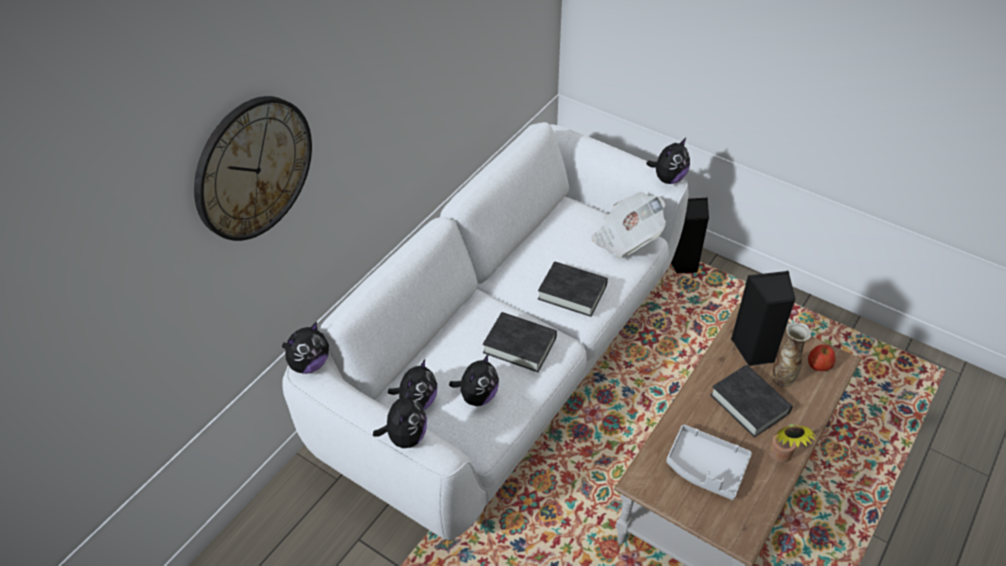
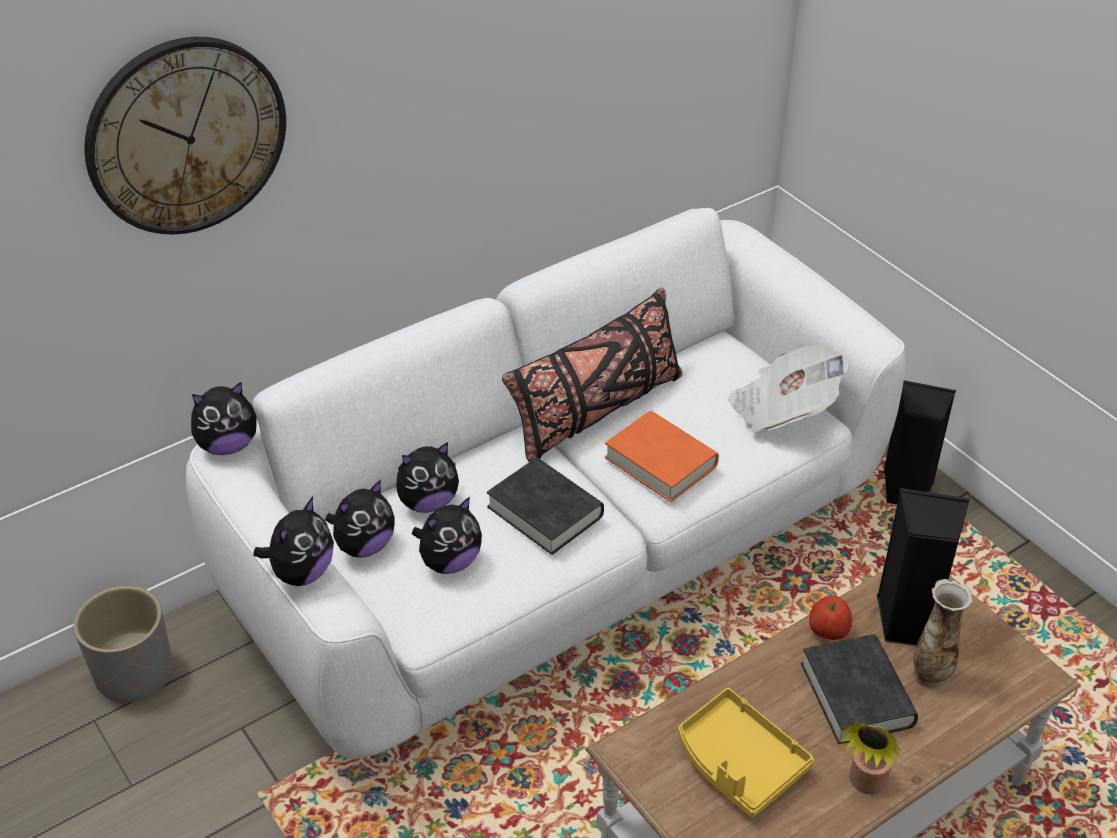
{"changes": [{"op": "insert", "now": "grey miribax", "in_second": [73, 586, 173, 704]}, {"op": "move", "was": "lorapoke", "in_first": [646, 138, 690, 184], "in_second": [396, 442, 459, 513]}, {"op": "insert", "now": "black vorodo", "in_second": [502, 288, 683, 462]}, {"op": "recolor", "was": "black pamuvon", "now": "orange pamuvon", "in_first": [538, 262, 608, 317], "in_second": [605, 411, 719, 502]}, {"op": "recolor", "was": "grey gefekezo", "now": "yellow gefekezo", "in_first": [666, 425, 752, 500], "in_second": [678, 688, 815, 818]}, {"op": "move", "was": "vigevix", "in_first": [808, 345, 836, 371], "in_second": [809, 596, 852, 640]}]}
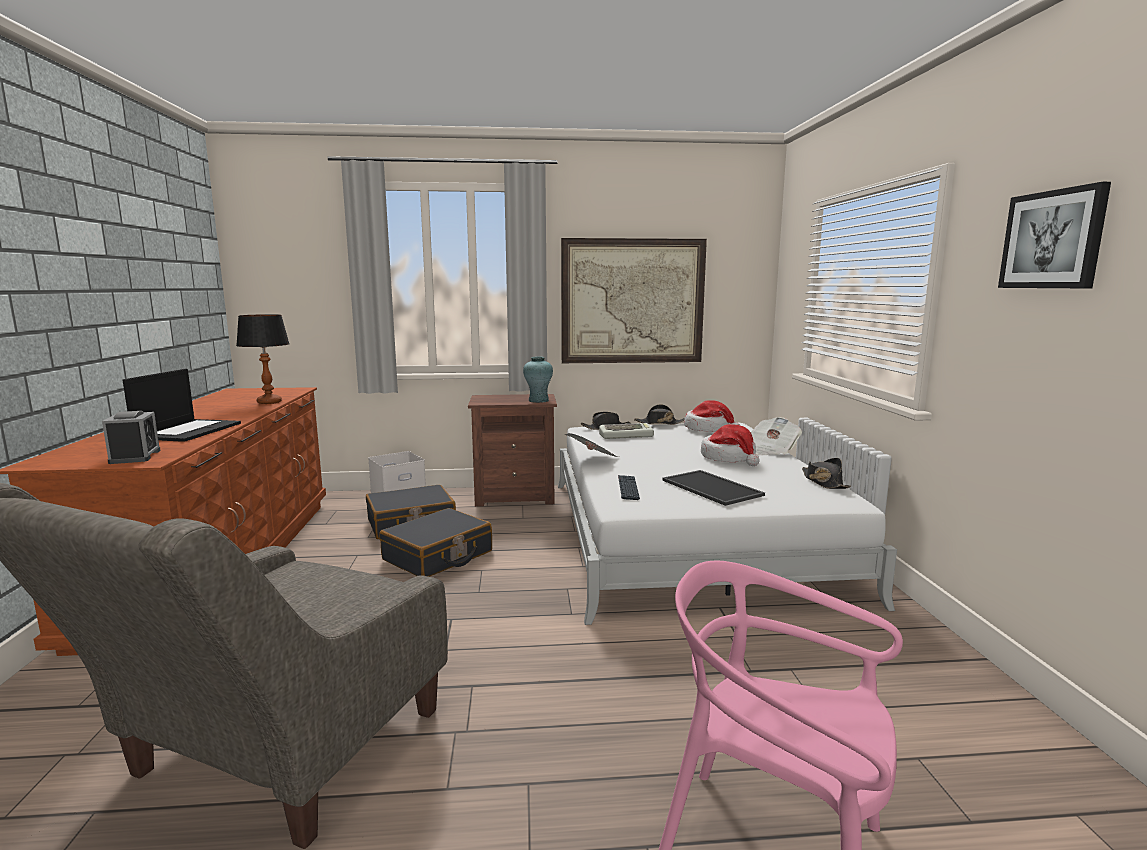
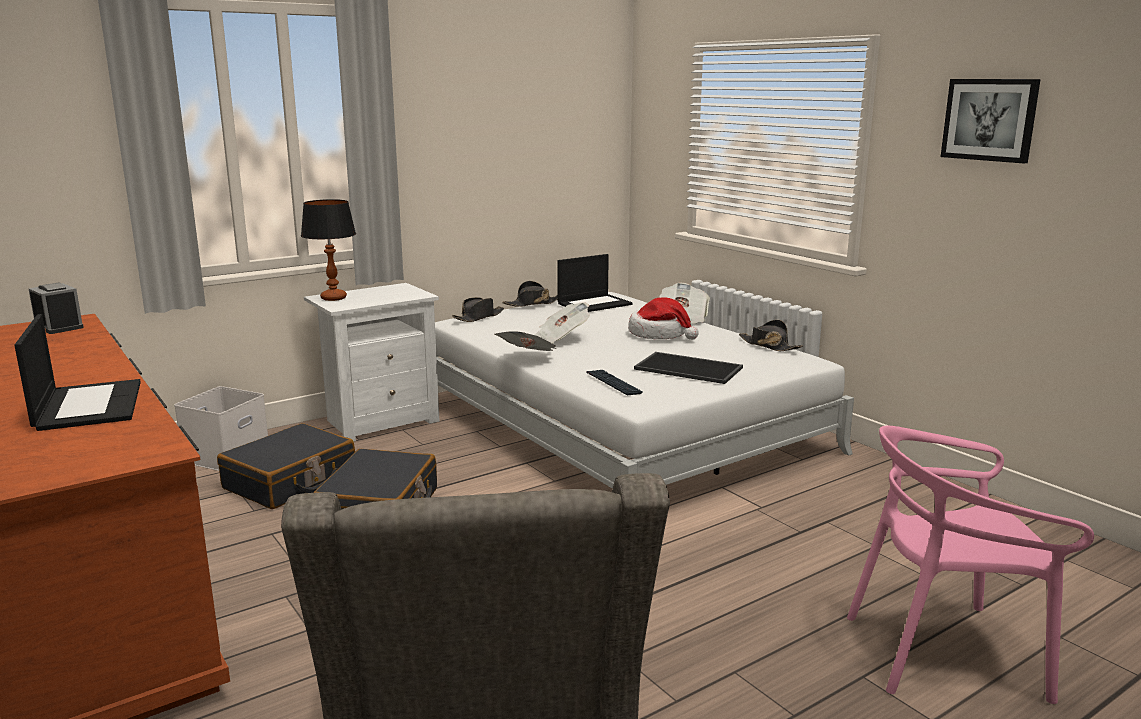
{"changes": [{"op": "move", "was": "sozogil", "in_first": [102, 411, 161, 464], "in_second": [28, 283, 84, 334]}, {"op": "move", "was": "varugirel", "in_first": [236, 314, 290, 404], "in_second": [301, 199, 356, 301]}, {"op": "recolor", "was": "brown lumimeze", "now": "white lumimeze", "in_first": [468, 394, 557, 507], "in_second": [304, 283, 440, 442]}, {"op": "insert", "now": "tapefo", "in_second": [535, 302, 590, 344]}, {"op": "replace", "was": "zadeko", "now": "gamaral", "in_first": [684, 400, 740, 432], "in_second": [557, 254, 633, 312]}, {"op": "delete", "was": "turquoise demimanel", "in_first": [523, 357, 553, 403]}, {"op": "delete", "was": "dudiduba", "in_first": [561, 238, 707, 363]}, {"op": "delete", "was": "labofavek", "in_first": [599, 423, 654, 439]}]}
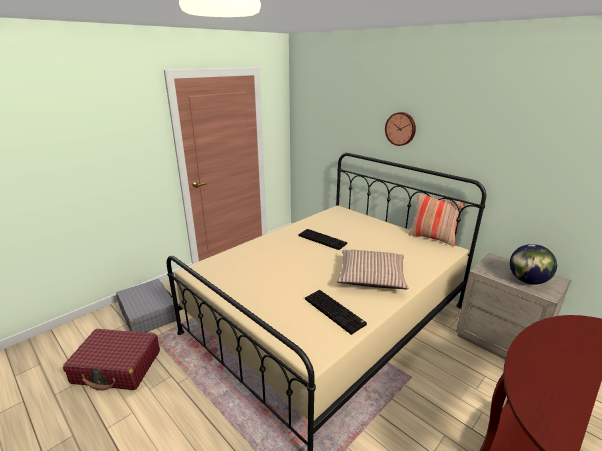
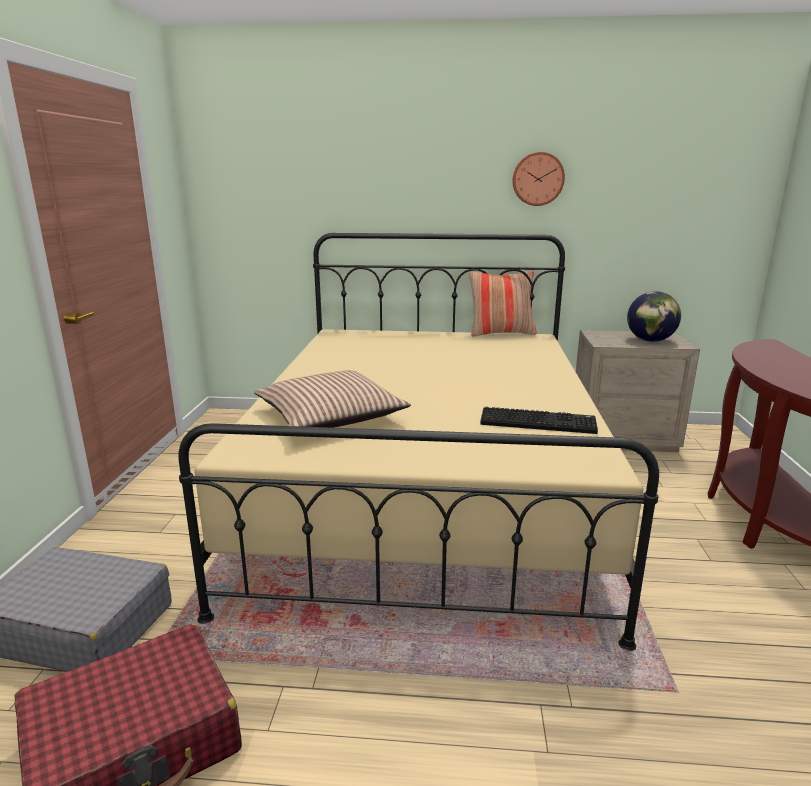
{"changes": [{"op": "move", "was": "vorodo", "in_first": [336, 250, 409, 289], "in_second": [254, 370, 411, 428]}, {"op": "move", "was": "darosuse", "in_first": [385, 112, 416, 146], "in_second": [512, 152, 565, 206]}, {"op": "delete", "was": "labofavek", "in_first": [299, 229, 347, 250]}]}
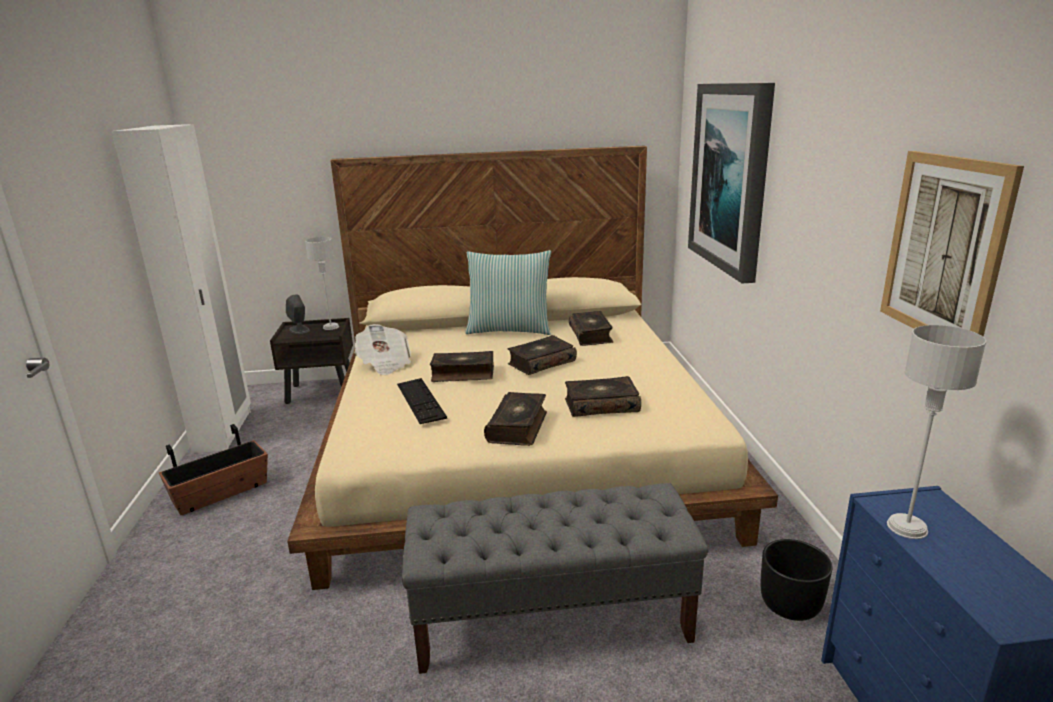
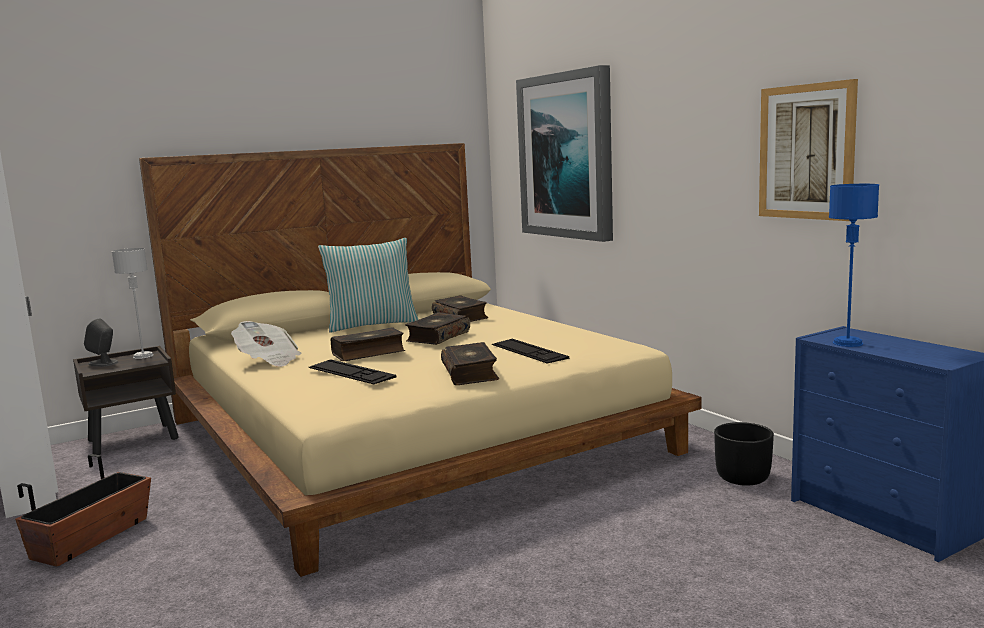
{"changes": [{"op": "replace", "was": "pamuvon", "now": "labofavek", "in_first": [565, 376, 641, 417], "in_second": [492, 339, 569, 364]}, {"op": "recolor", "was": "grey varugirel", "now": "blue varugirel", "in_first": [887, 325, 986, 539], "in_second": [829, 184, 879, 347]}, {"op": "delete", "was": "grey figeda", "in_first": [402, 483, 708, 674]}]}
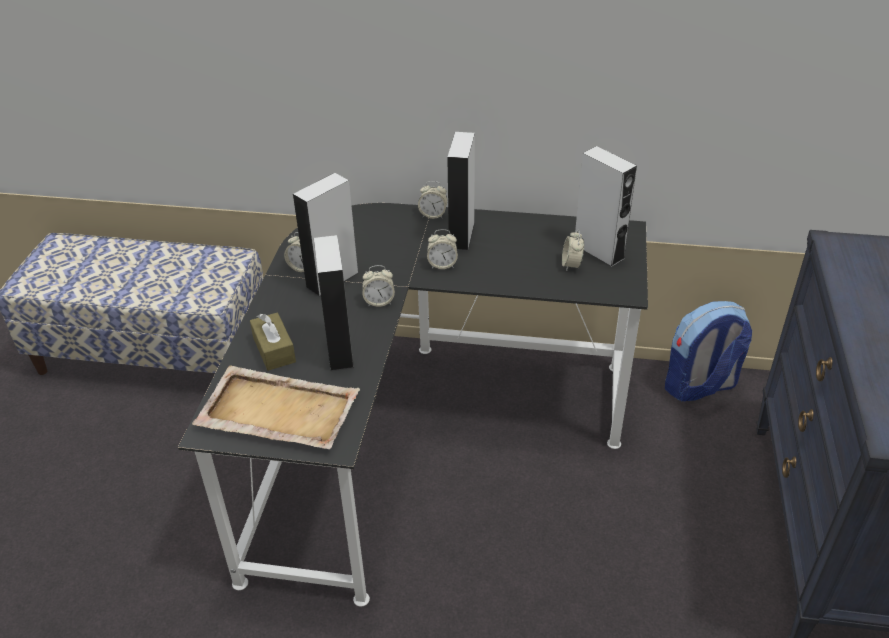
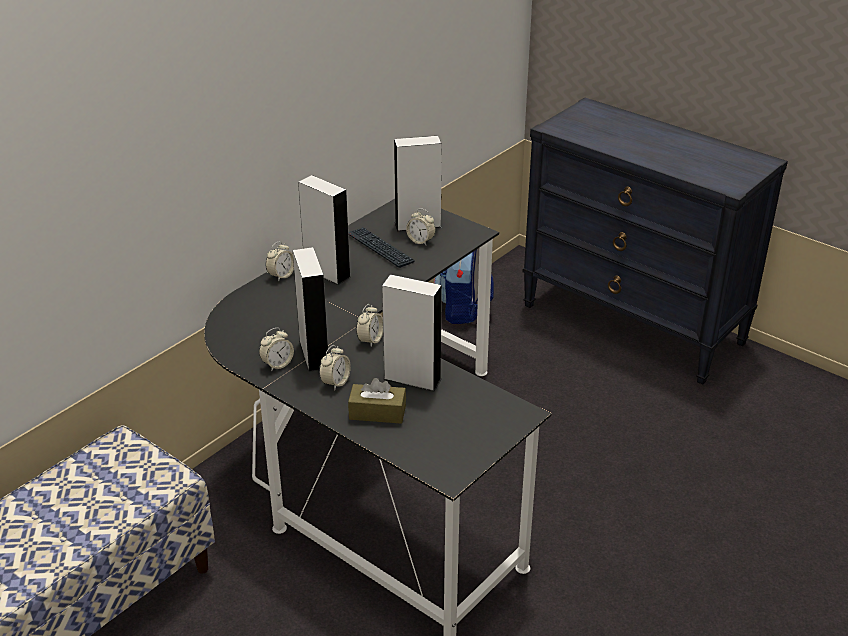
{"changes": [{"op": "move", "was": "sozogil", "in_first": [427, 229, 458, 269], "in_second": [319, 345, 351, 390]}, {"op": "insert", "now": "labofavek", "in_second": [348, 227, 415, 268]}, {"op": "delete", "was": "beige gefekezo", "in_first": [192, 366, 360, 449]}]}
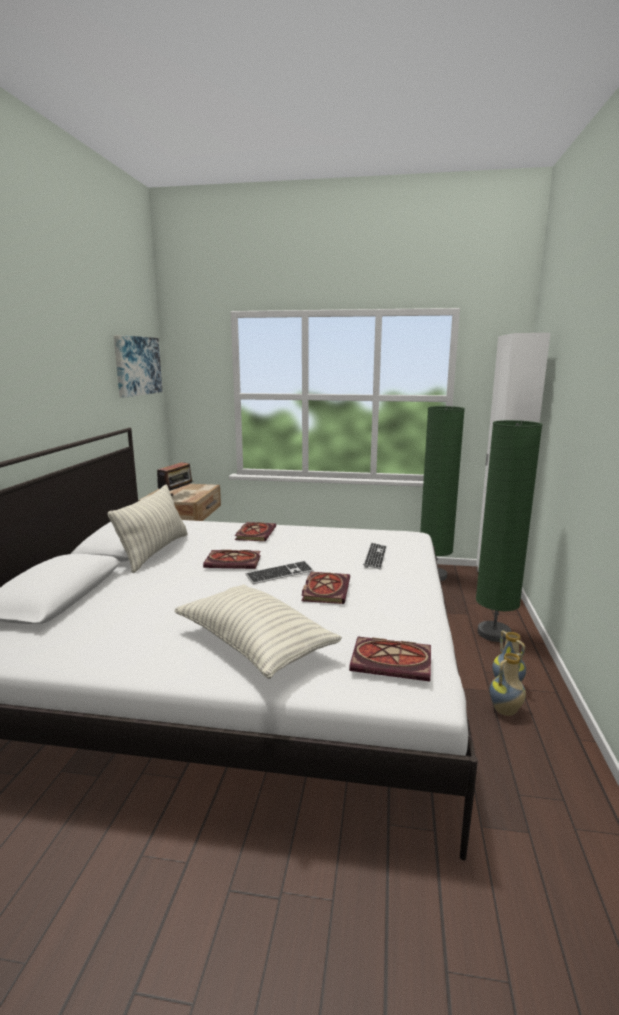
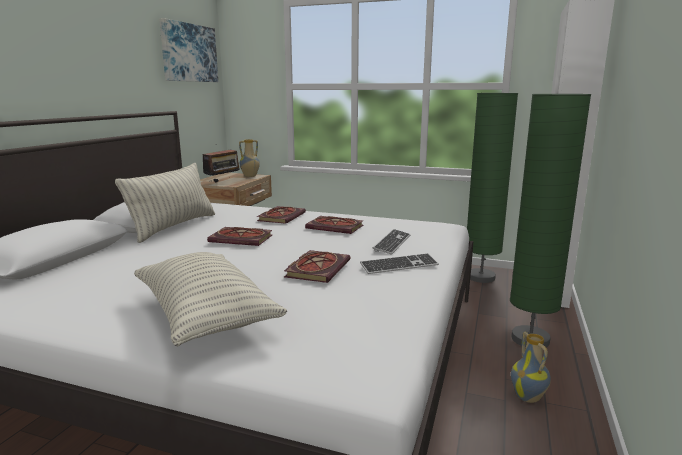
{"changes": [{"op": "move", "was": "demimanel", "in_first": [489, 653, 526, 716], "in_second": [239, 139, 260, 177]}, {"op": "move", "was": "pamuvon", "in_first": [349, 637, 431, 681], "in_second": [305, 216, 364, 234]}, {"op": "move", "was": "labofavek", "in_first": [245, 561, 314, 584], "in_second": [360, 253, 439, 274]}]}
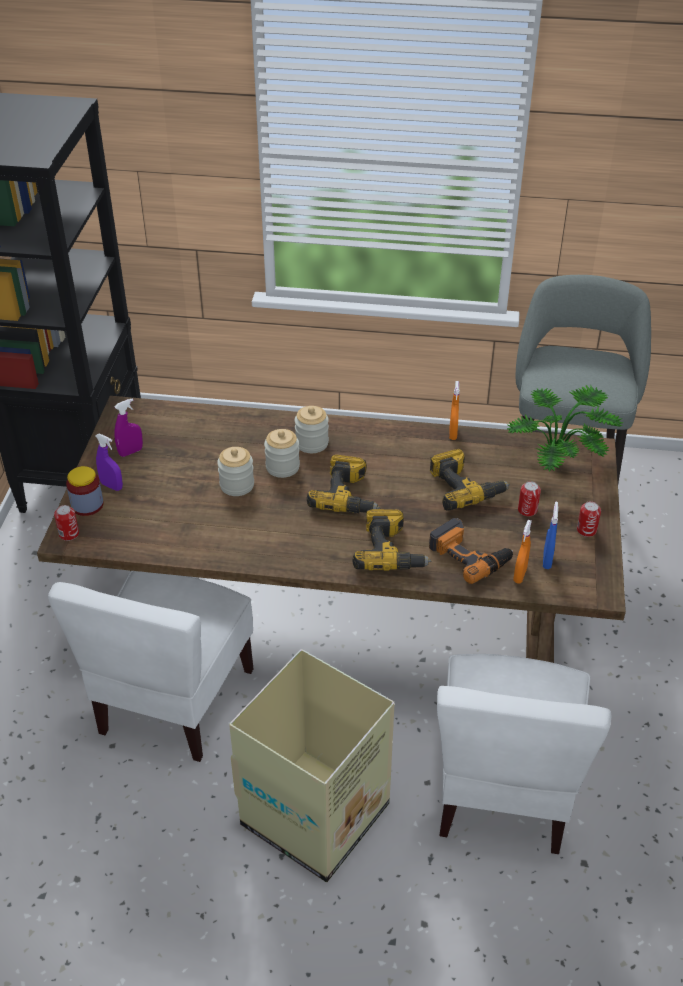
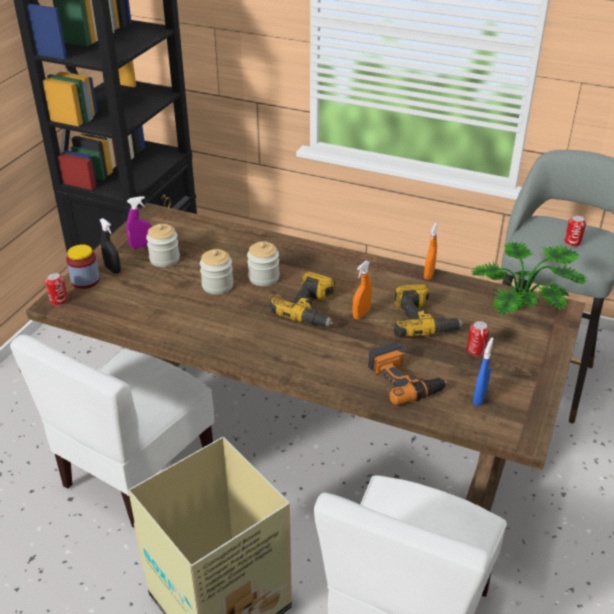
{"changes": [{"op": "recolor", "was": "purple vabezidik", "now": "black vabezidik", "in_first": [95, 433, 123, 491], "in_second": [100, 218, 121, 274]}, {"op": "move", "was": "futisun", "in_first": [295, 406, 329, 453], "in_second": [146, 224, 180, 267]}, {"op": "move", "was": "orange vabezidik", "in_first": [513, 520, 532, 583], "in_second": [353, 261, 372, 319]}, {"op": "move", "was": "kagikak", "in_first": [577, 501, 601, 537], "in_second": [564, 215, 586, 247]}, {"op": "delete", "was": "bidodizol", "in_first": [352, 509, 432, 571]}]}
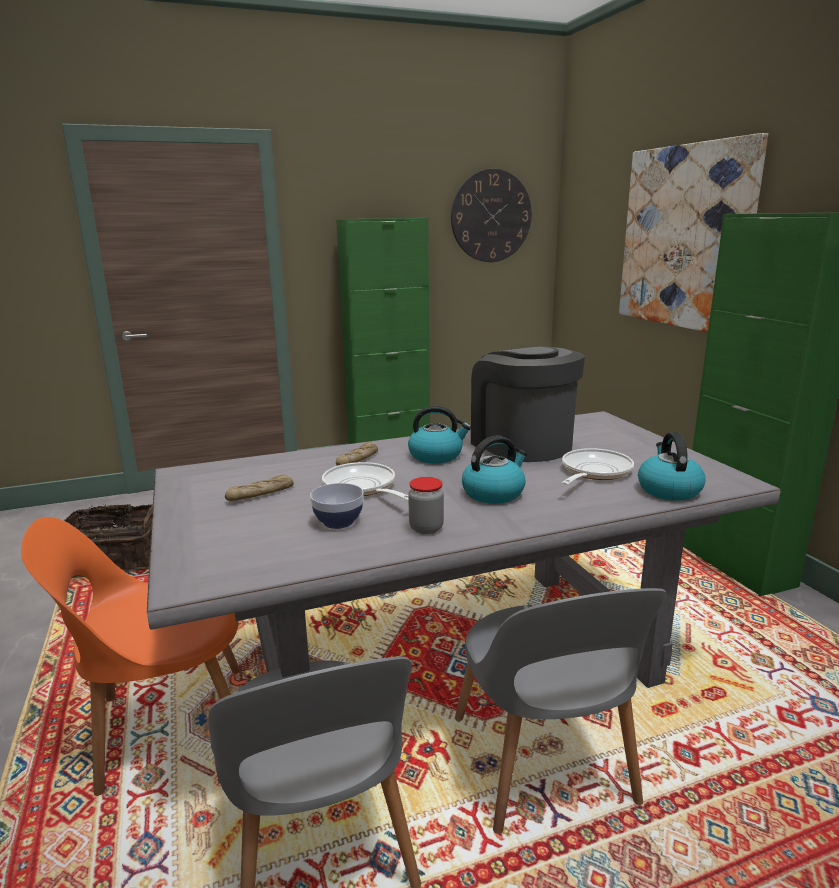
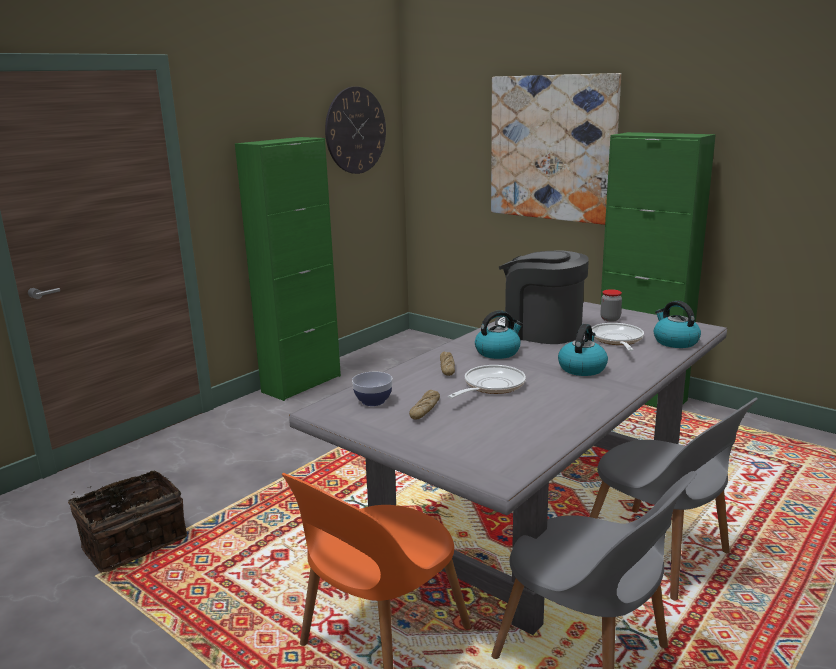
{"changes": [{"op": "move", "was": "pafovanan", "in_first": [310, 483, 364, 529], "in_second": [352, 372, 393, 406]}, {"op": "rotate", "was": "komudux", "in_first": [322, 462, 409, 501], "in_second": [448, 365, 526, 398], "clockwise": 105}, {"op": "move", "was": "futisun", "in_first": [408, 477, 444, 534], "in_second": [600, 289, 622, 322]}]}
